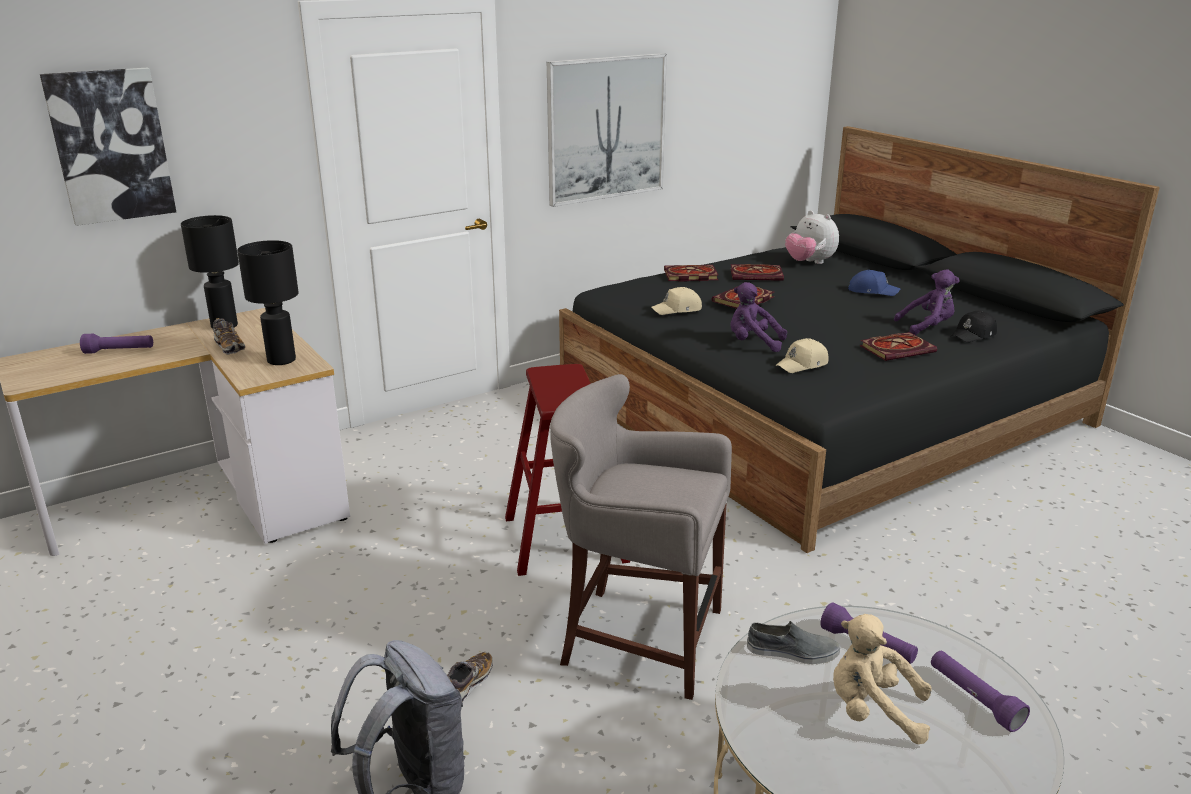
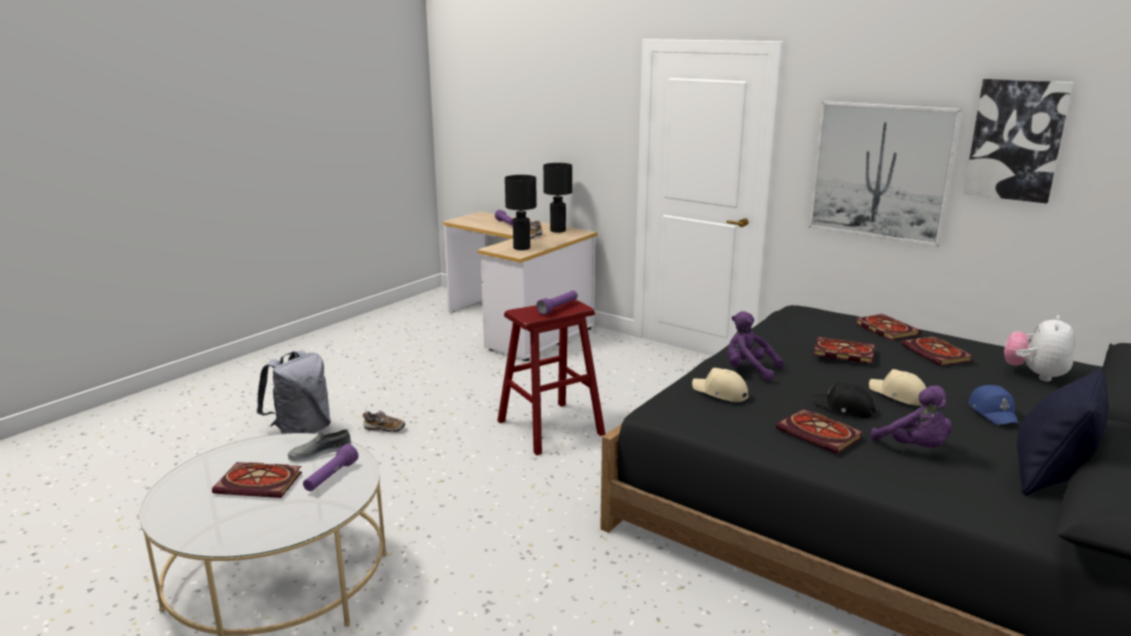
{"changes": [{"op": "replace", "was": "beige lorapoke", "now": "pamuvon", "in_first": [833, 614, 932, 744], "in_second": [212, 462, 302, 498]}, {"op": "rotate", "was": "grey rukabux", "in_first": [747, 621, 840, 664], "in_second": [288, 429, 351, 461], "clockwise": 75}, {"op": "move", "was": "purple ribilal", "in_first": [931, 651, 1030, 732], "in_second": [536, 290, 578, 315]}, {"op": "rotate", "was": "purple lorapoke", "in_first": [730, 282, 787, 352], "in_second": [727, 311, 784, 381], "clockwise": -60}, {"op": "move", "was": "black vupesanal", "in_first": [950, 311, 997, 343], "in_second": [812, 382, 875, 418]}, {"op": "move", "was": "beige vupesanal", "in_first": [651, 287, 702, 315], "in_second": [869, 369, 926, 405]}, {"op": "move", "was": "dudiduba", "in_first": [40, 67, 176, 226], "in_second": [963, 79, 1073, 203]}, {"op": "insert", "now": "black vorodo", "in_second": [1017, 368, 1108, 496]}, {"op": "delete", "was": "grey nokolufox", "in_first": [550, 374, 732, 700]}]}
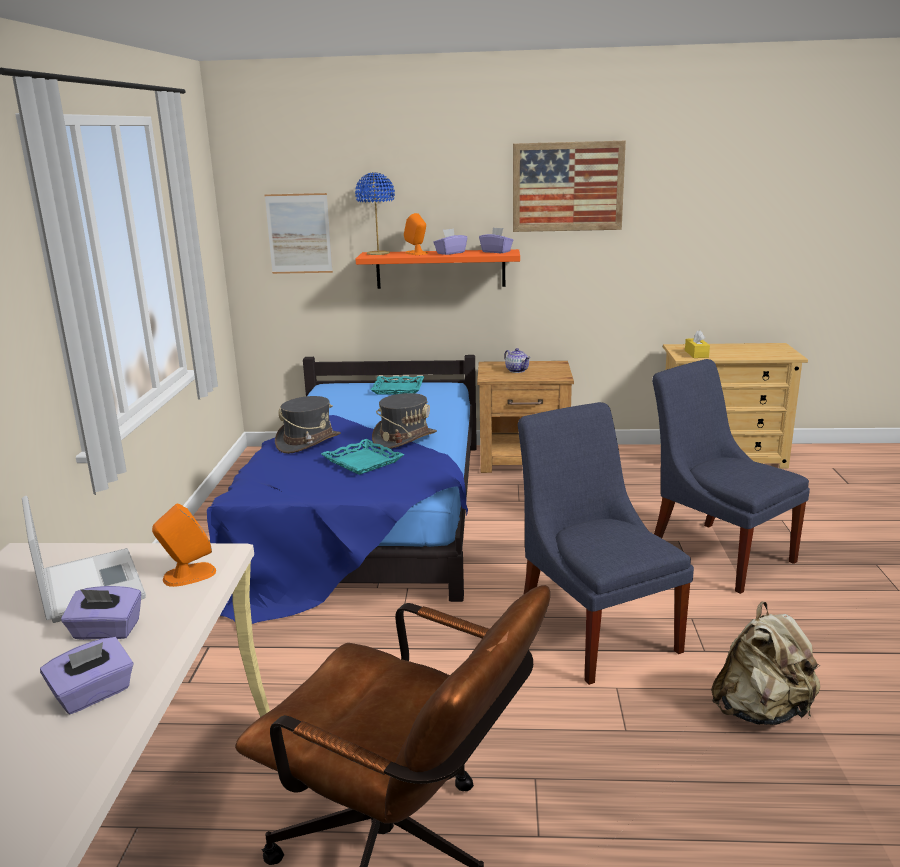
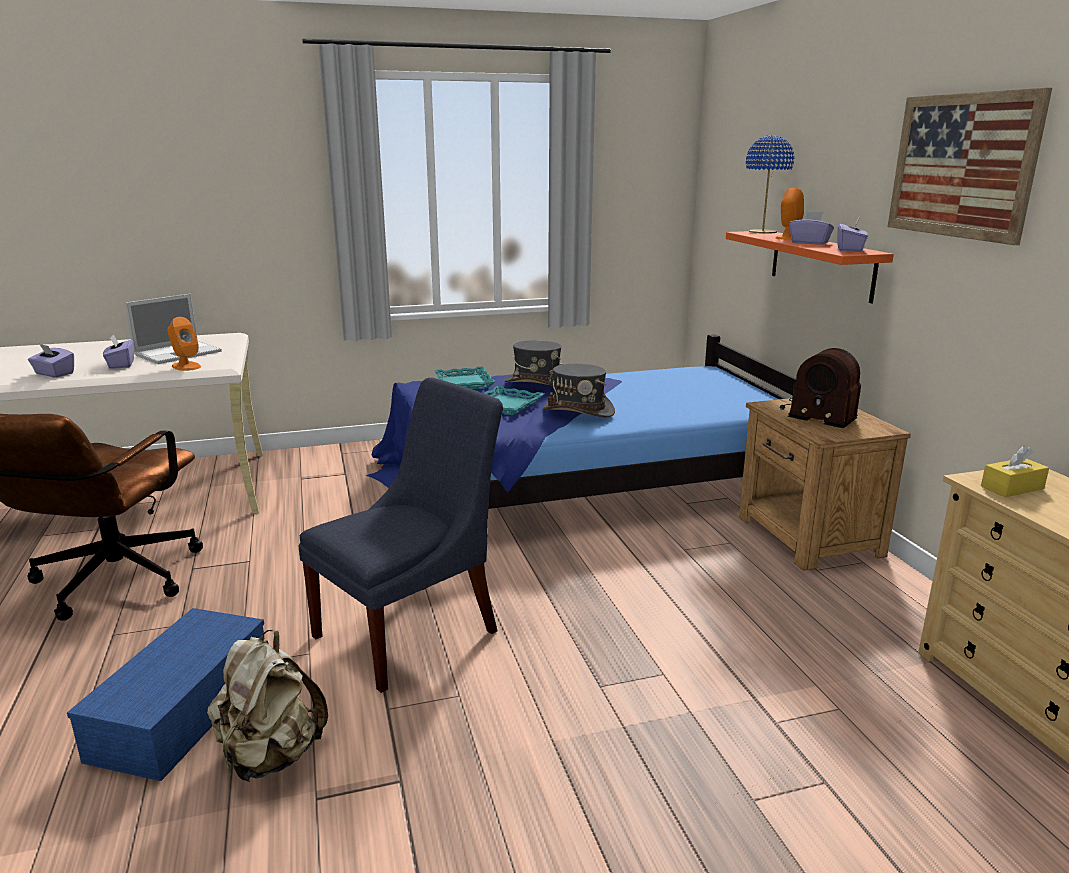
{"changes": [{"op": "insert", "now": "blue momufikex", "in_second": [67, 608, 265, 781]}, {"op": "move", "was": "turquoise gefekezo", "in_first": [371, 376, 424, 395], "in_second": [435, 366, 495, 389]}, {"op": "replace", "was": "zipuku", "now": "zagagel", "in_first": [504, 348, 530, 373], "in_second": [780, 348, 861, 428]}, {"op": "delete", "was": "dudiduba", "in_first": [265, 193, 333, 274]}, {"op": "delete", "was": "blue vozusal", "in_first": [652, 359, 810, 594]}]}
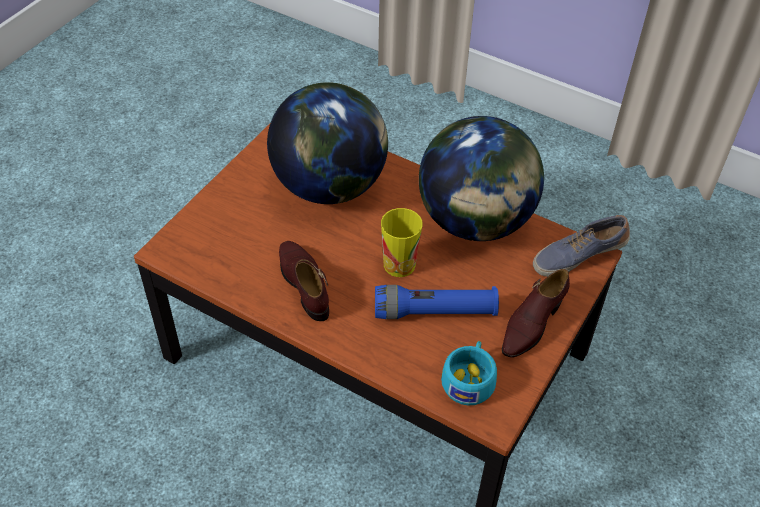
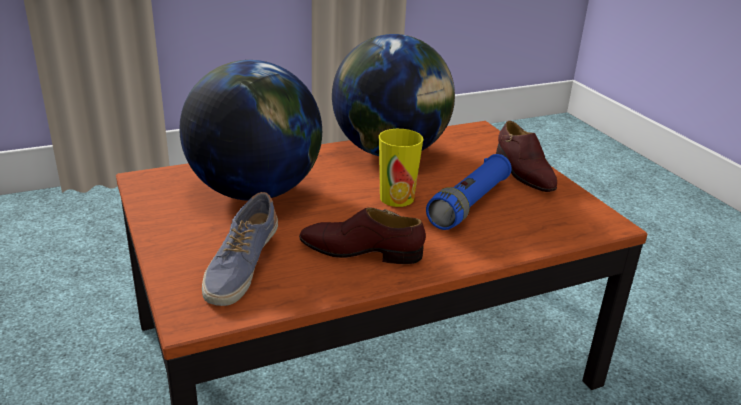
{"changes": [{"op": "move", "was": "rukabux", "in_first": [533, 215, 630, 277], "in_second": [202, 192, 278, 306]}, {"op": "delete", "was": "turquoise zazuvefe", "in_first": [441, 341, 497, 406]}]}
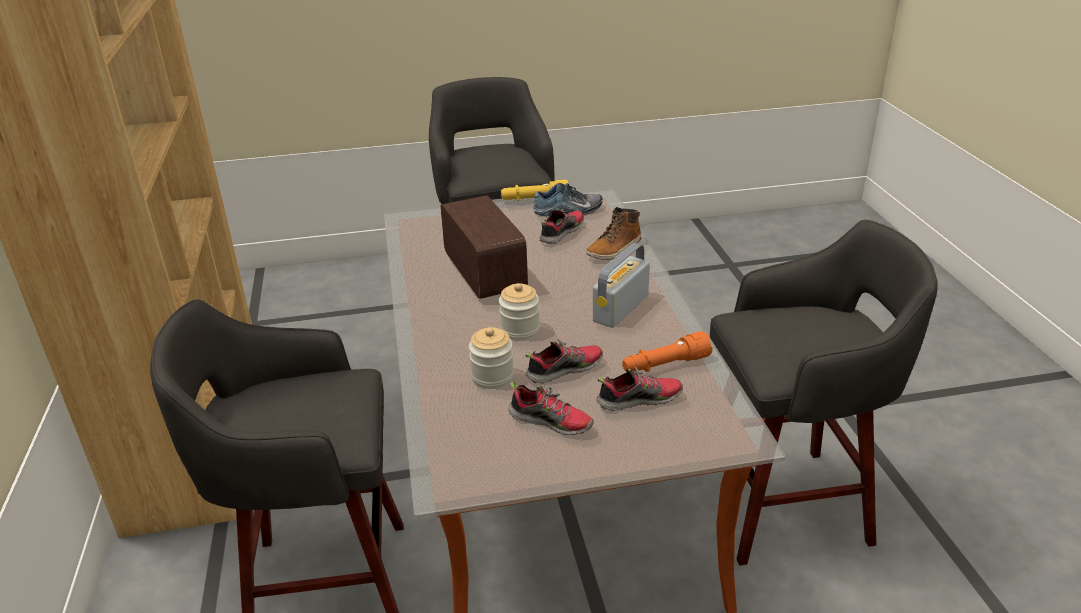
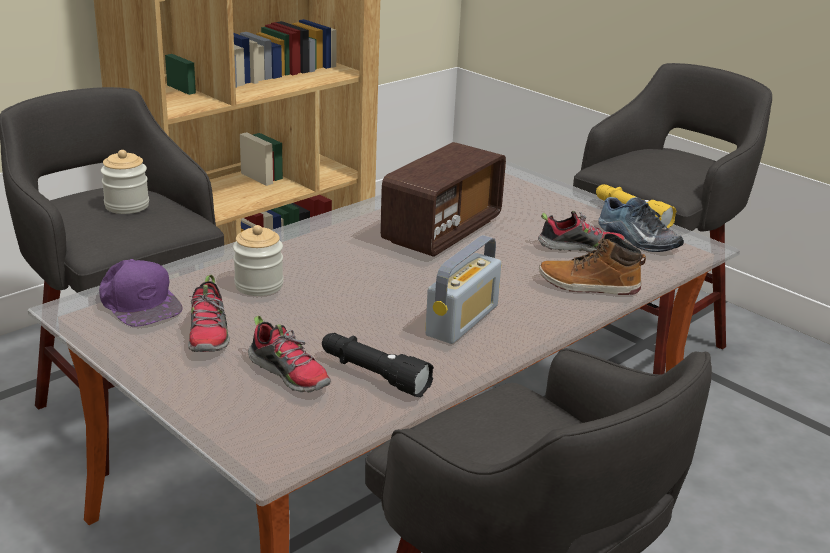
{"changes": [{"op": "insert", "now": "purple vupesanal", "in_second": [99, 259, 183, 327]}, {"op": "move", "was": "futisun", "in_first": [499, 283, 540, 340], "in_second": [101, 150, 149, 214]}, {"op": "recolor", "was": "orange ribilal", "now": "black ribilal", "in_first": [622, 331, 713, 372], "in_second": [322, 333, 434, 397]}, {"op": "rotate", "was": "zagagel", "in_first": [593, 243, 650, 328], "in_second": [425, 235, 502, 344], "clockwise": 120}, {"op": "delete", "was": "rukabux", "in_first": [525, 339, 603, 384]}]}
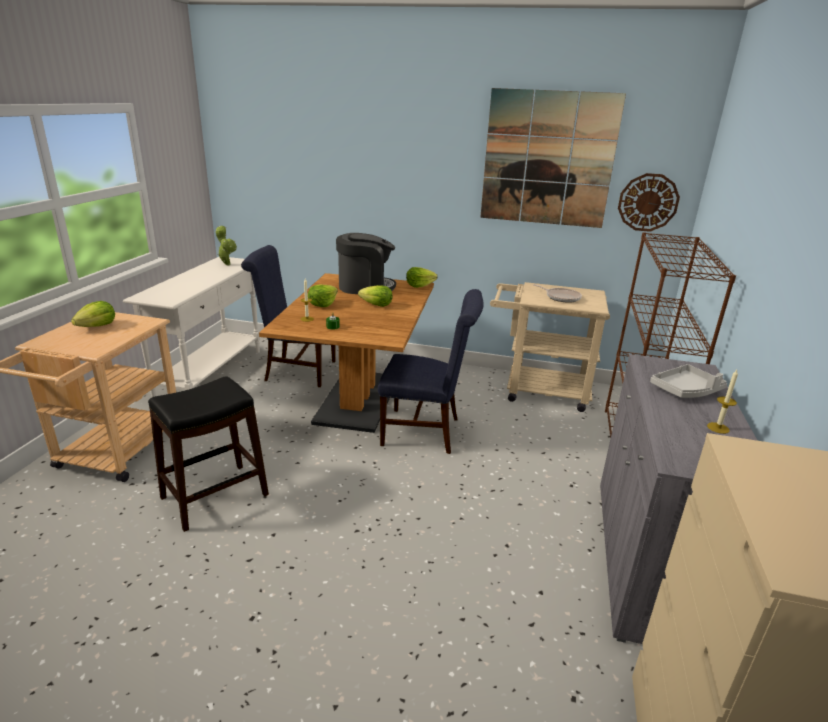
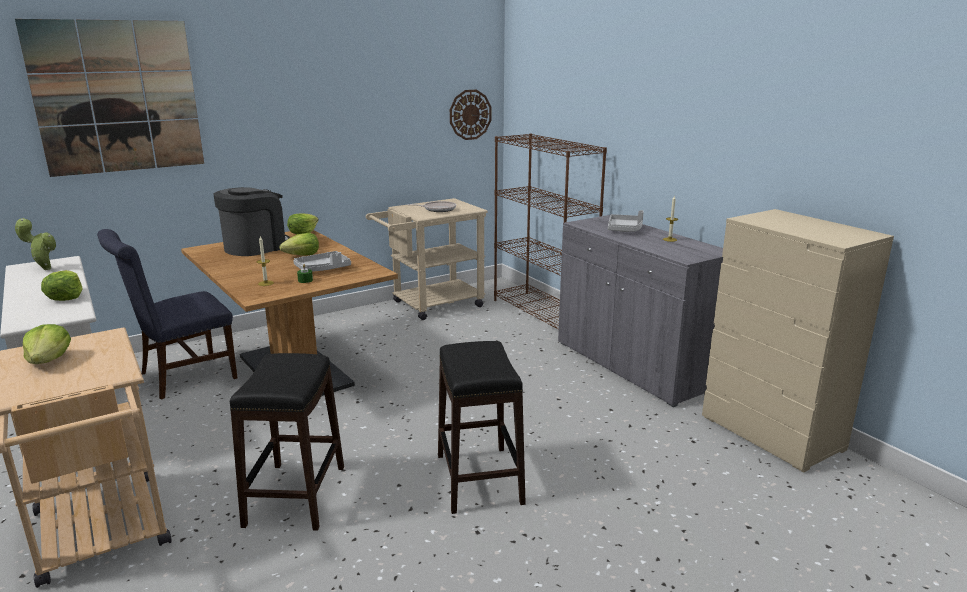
{"changes": [{"op": "move", "was": "dudiduba", "in_first": [480, 88, 626, 228], "in_second": [15, 19, 204, 177]}, {"op": "move", "was": "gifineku", "in_first": [308, 284, 338, 307], "in_second": [41, 270, 82, 301]}, {"op": "insert", "now": "grey gefekezo", "in_second": [293, 251, 351, 272]}, {"op": "insert", "now": "black nokolufox", "in_second": [438, 341, 526, 514]}, {"op": "delete", "was": "blue vozusal", "in_first": [378, 289, 484, 454]}]}
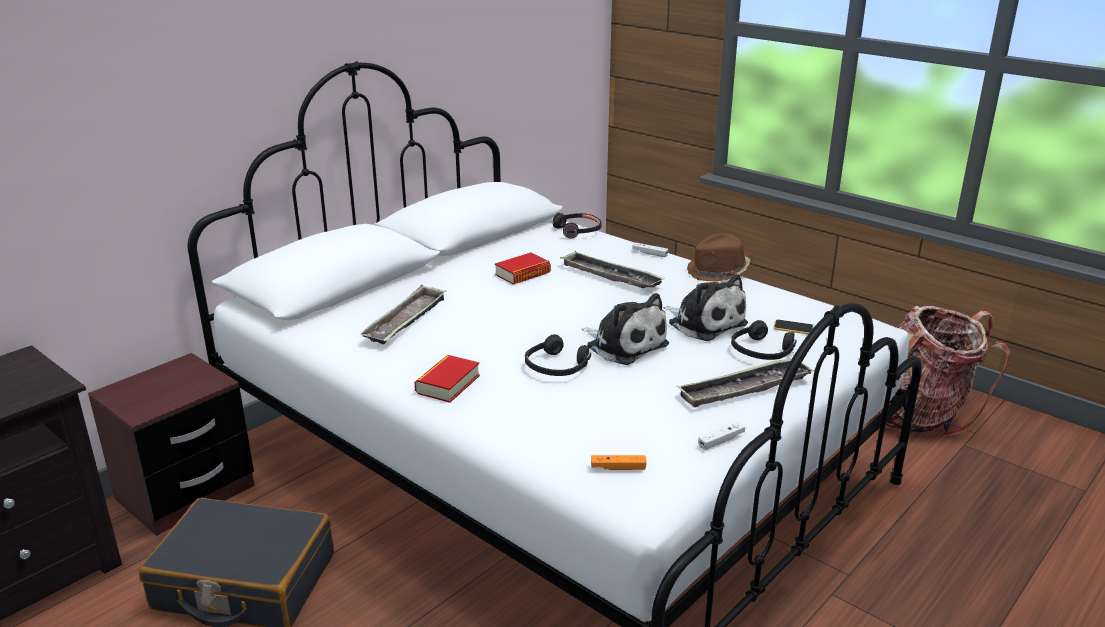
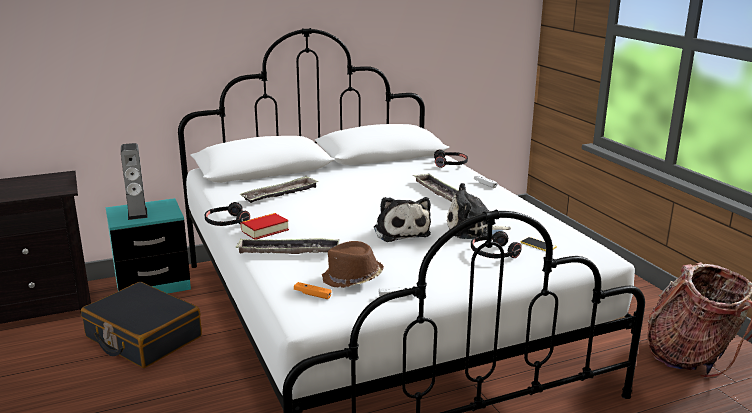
{"changes": [{"op": "recolor", "was": "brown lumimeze", "now": "turquoise lumimeze", "in_first": [88, 353, 254, 536], "in_second": [106, 198, 191, 294]}, {"op": "insert", "now": "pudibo", "in_second": [121, 143, 148, 220]}, {"op": "move", "was": "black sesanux", "in_first": [525, 334, 591, 376], "in_second": [205, 202, 250, 226]}, {"op": "move", "was": "gefekezo", "in_first": [677, 358, 815, 407], "in_second": [235, 238, 339, 254]}, {"op": "move", "was": "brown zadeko", "in_first": [687, 233, 750, 282], "in_second": [322, 241, 384, 288]}, {"op": "rotate", "was": "lorapoke", "in_first": [663, 274, 748, 341], "in_second": [447, 183, 511, 239], "clockwise": 105}, {"op": "delete", "was": "pamuvon", "in_first": [495, 252, 551, 284]}]}
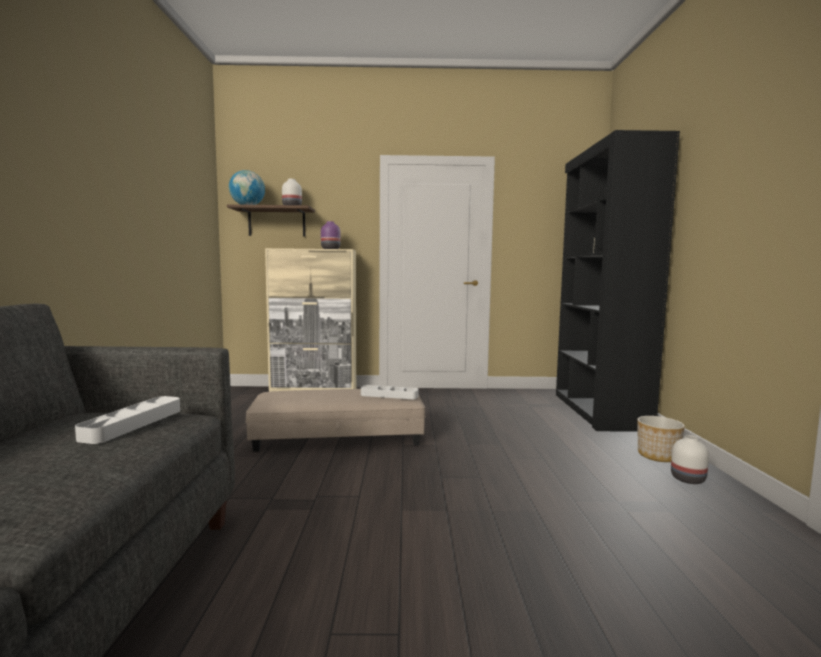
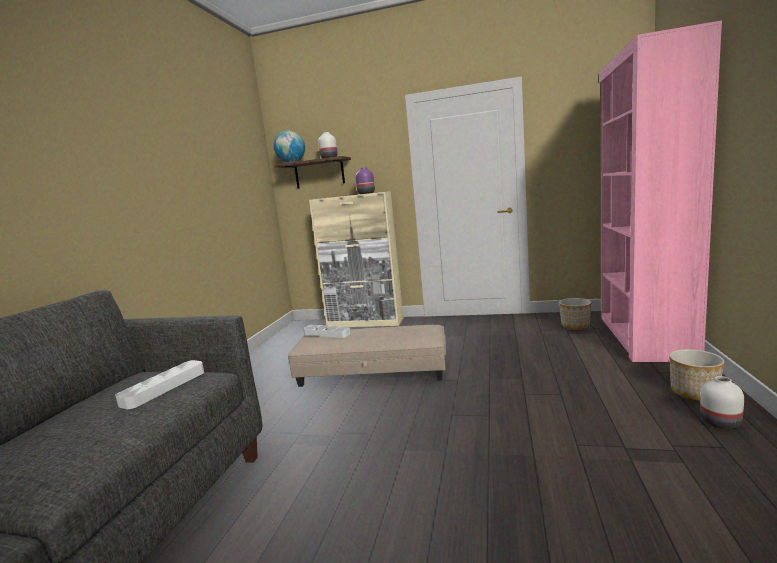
{"changes": [{"op": "move", "was": "grey gefekezo", "in_first": [361, 385, 419, 399], "in_second": [303, 325, 351, 338]}, {"op": "insert", "now": "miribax", "in_second": [559, 298, 591, 330]}, {"op": "recolor", "was": "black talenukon", "now": "pink talenukon", "in_first": [556, 130, 680, 432], "in_second": [599, 20, 722, 362]}]}
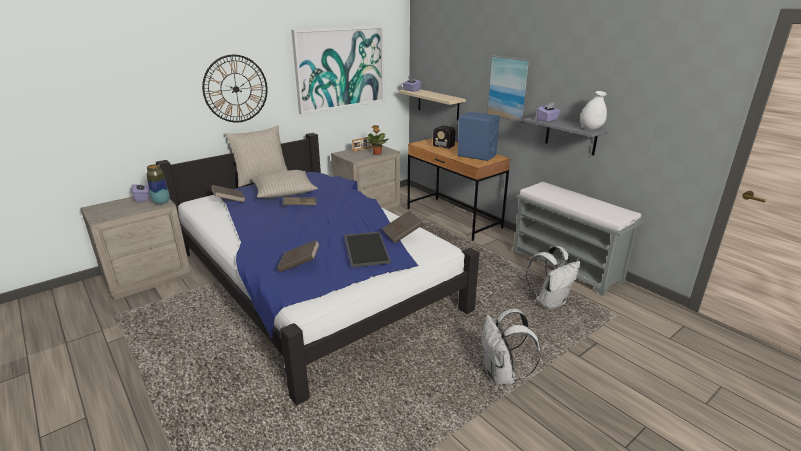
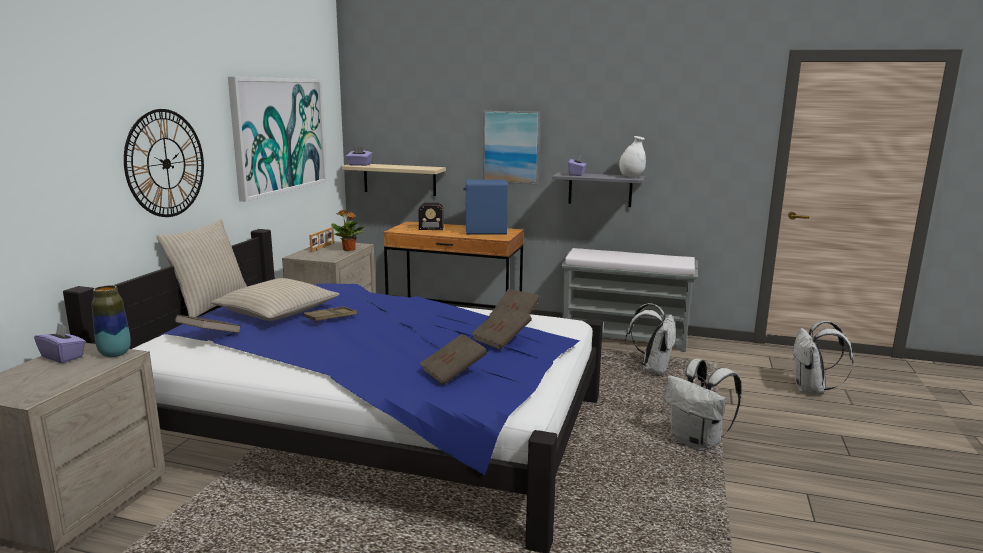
{"changes": [{"op": "replace", "was": "gefekezo", "now": "brown pamuvon", "in_first": [344, 232, 391, 268], "in_second": [471, 305, 532, 350]}, {"op": "insert", "now": "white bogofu", "in_second": [793, 321, 854, 394]}]}
